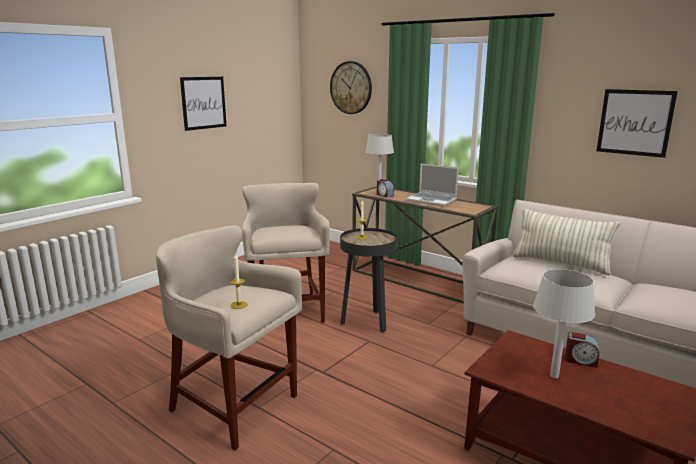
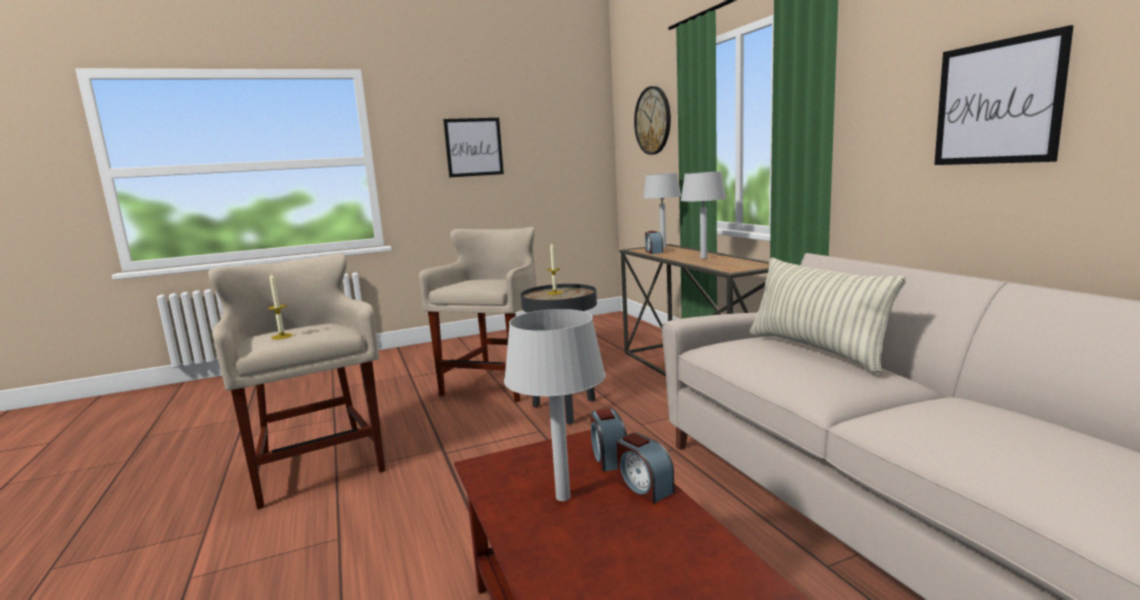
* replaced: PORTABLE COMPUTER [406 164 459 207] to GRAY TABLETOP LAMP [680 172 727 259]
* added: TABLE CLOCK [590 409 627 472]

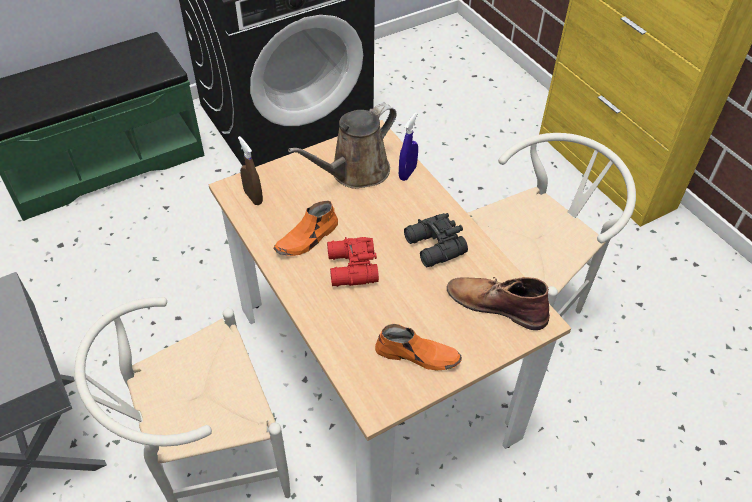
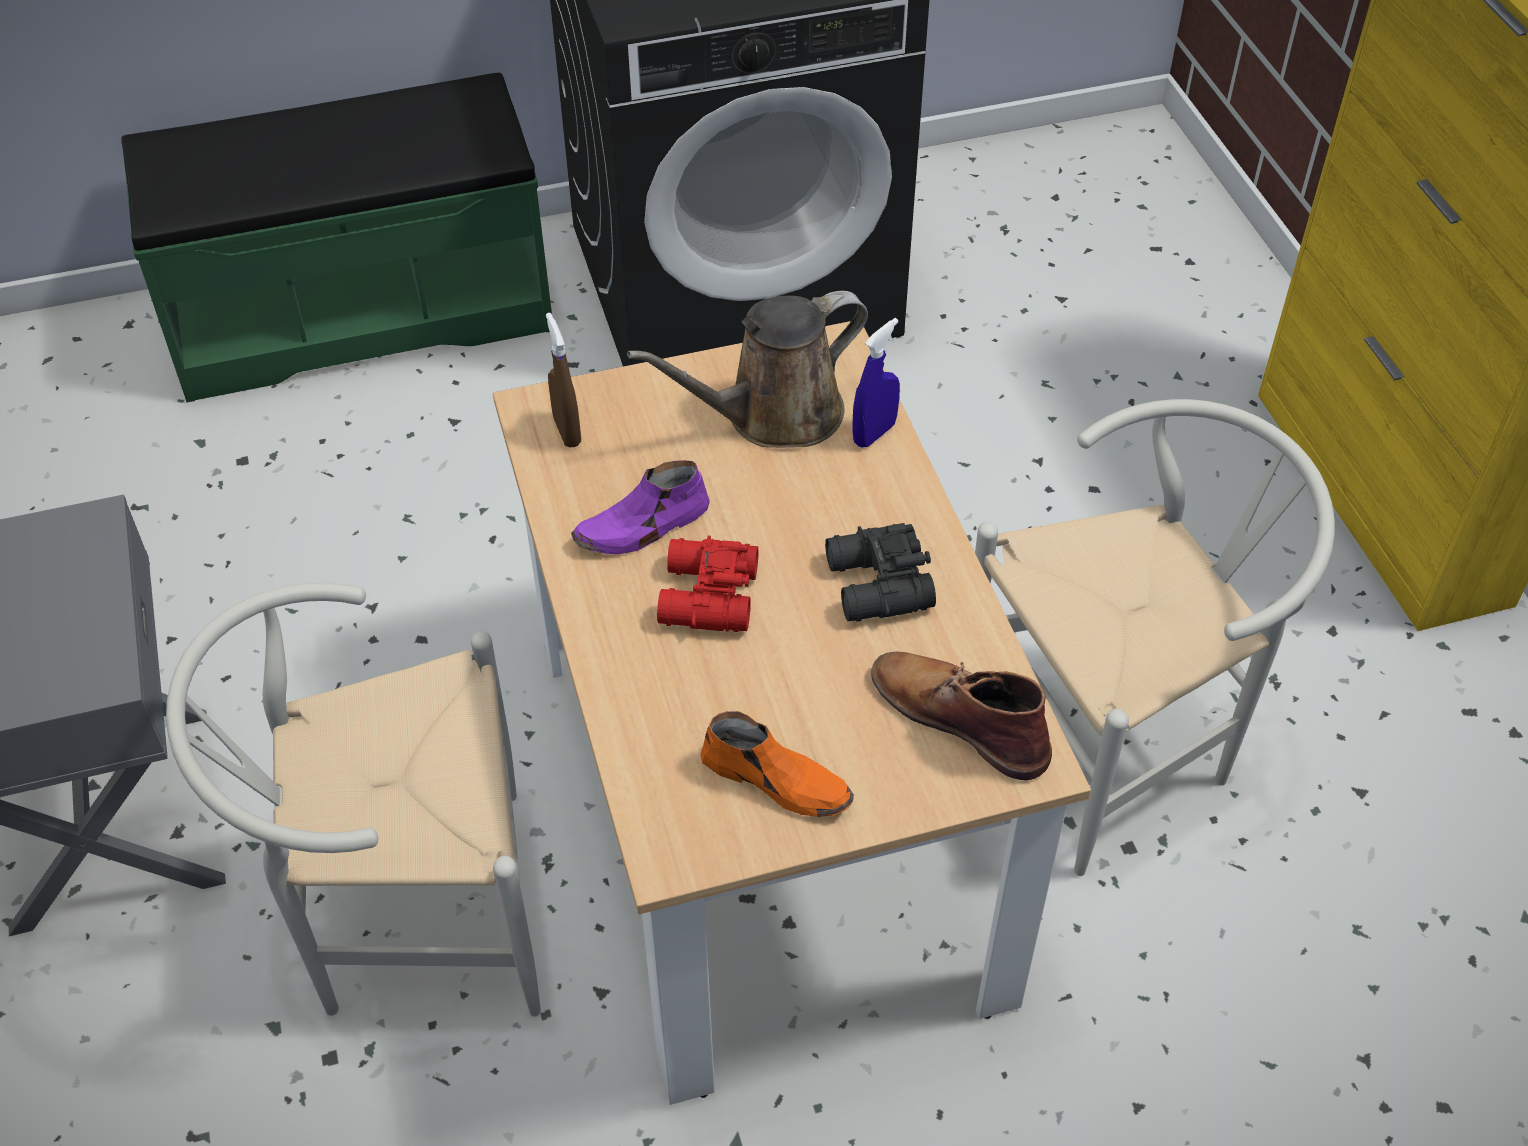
* recoloured: ORANGE LOW SHOE [273 201 338 256] to PURPLISH LOW SHOE [571 460 710 554]

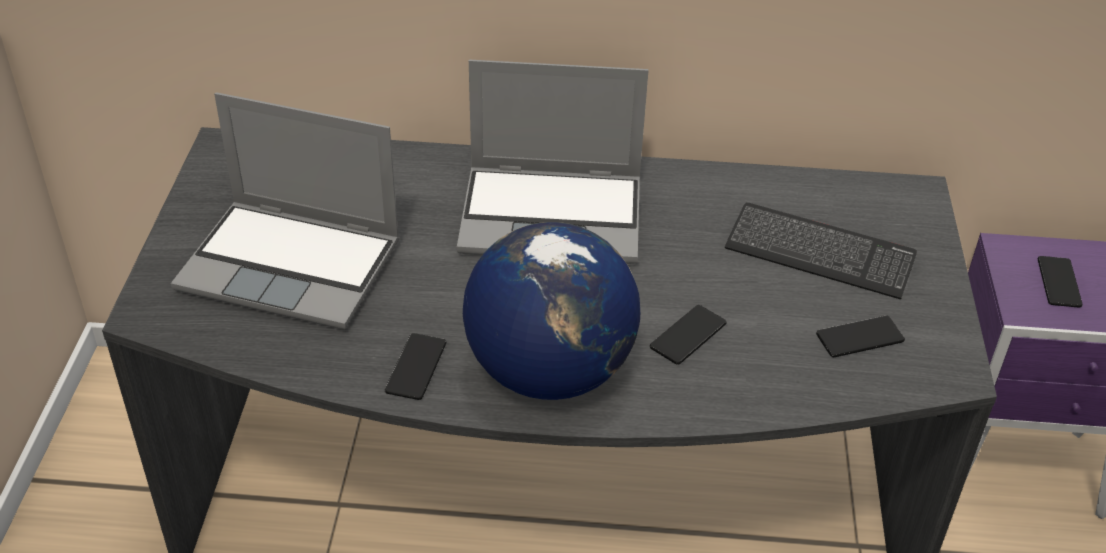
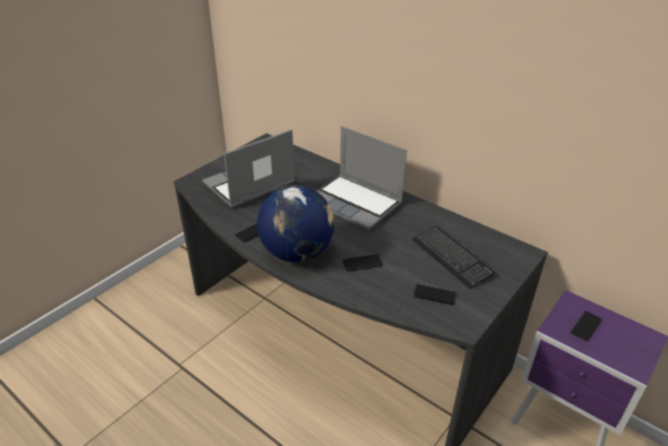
* turned: PORTABLE COMPUTER [171 93 400 330] = [202 129 295 208] 90 degrees clockwise

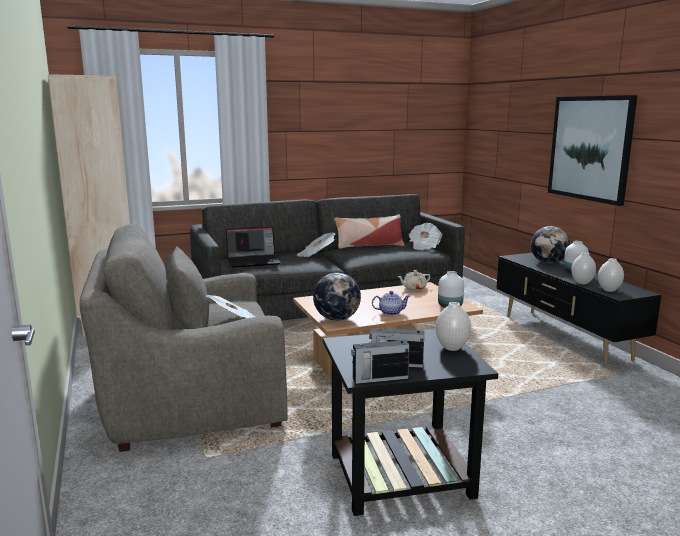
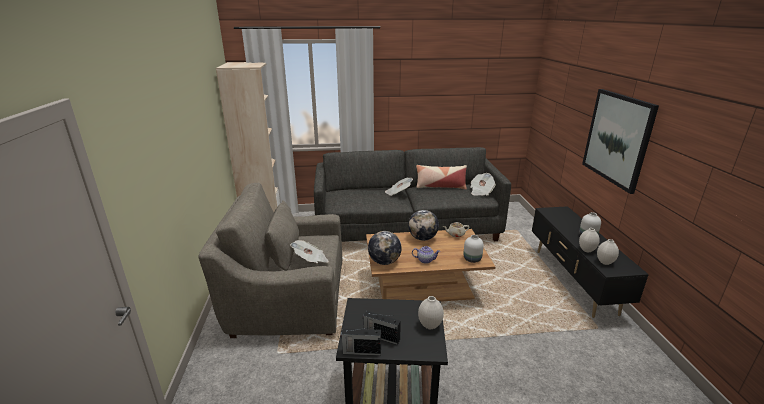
* removed: PORTABLE COMPUTER [225 226 280 268]
* moved: WORLD GLOBE [531 226 570 263] to [408 210 439 241]

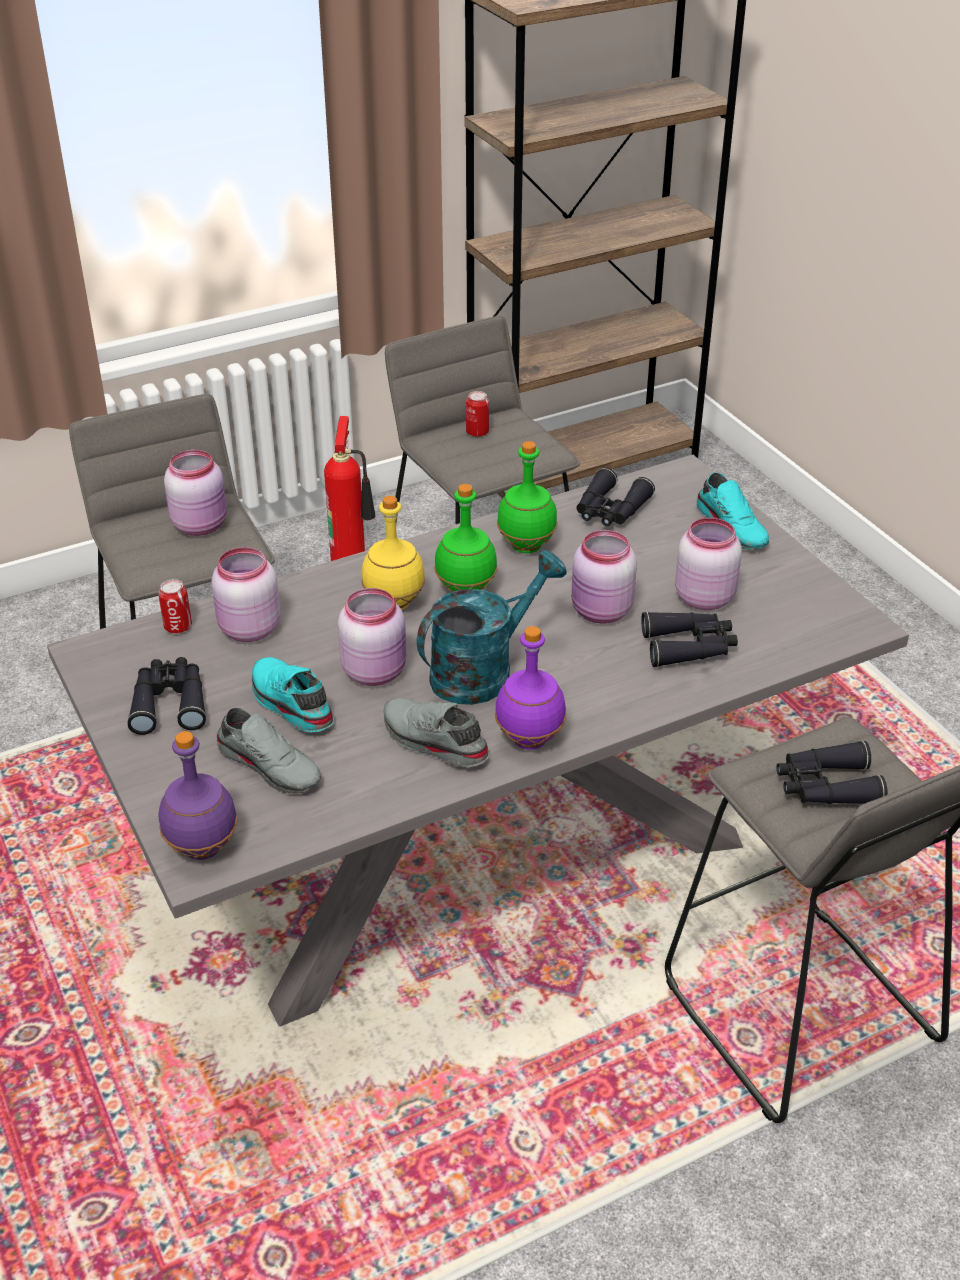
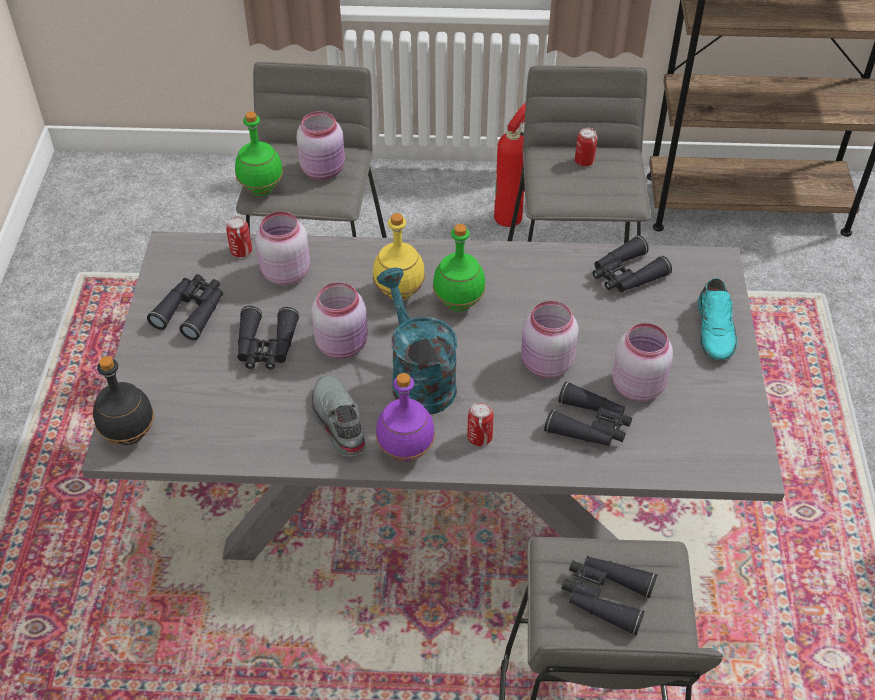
* moved: GREEN BOTTLE [497 441 557 553] to [235 112 283 196]
* turned: BLUE-GREEN WATERING POT [417 550 567 705] = [377 268 457 414] 105 degrees counterclockwise
* replaced: BLUE-GREEN LOW SHOE [252 657 334 732] to BLACK FIELD GLASSES [237 306 299 369]
* removed: GRAY LOW SHOE [216 708 321 794]
* recoloured: PURPLISH BOTTLE [159 731 238 860] to BLACK BOTTLE [93 356 154 445]
* added: SEALED CAN [467 401 494 446]

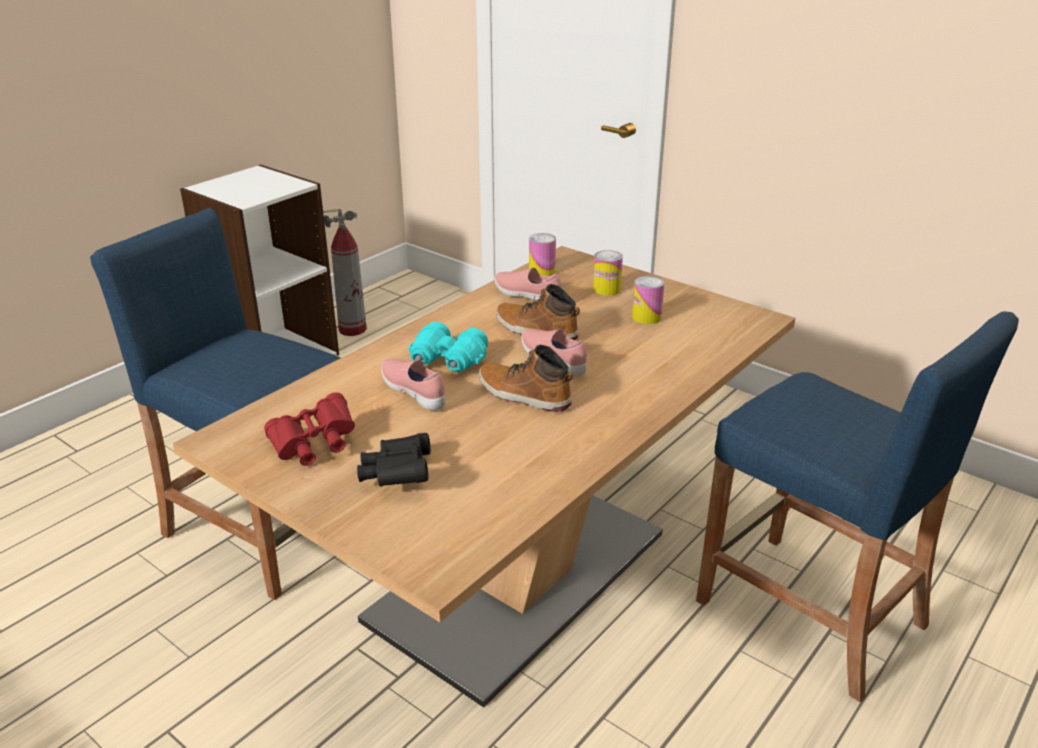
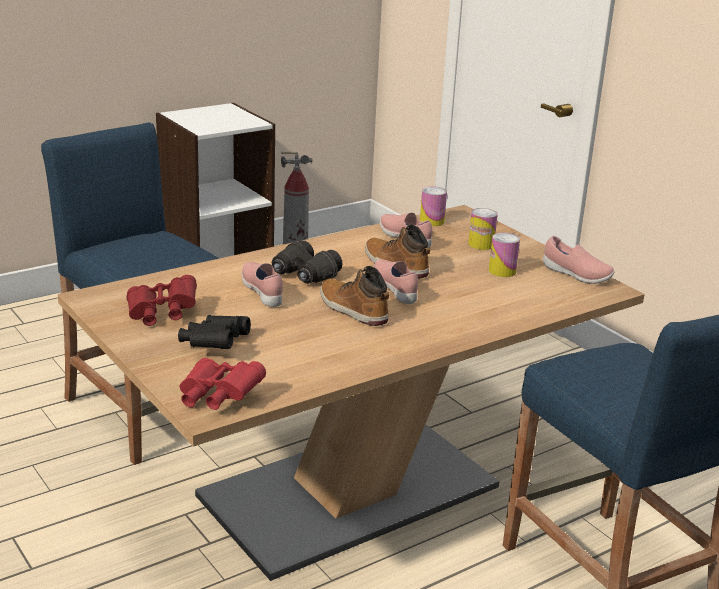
* recoloured: BLUE-GREEN FIELD GLASSES [409 322 488 372] to BLACK FIELD GLASSES [272 240 342 284]
* added: PINK-COLOURED LOW SHOE [543 236 615 284]
* added: RED FIELD GLASSES [180 358 266 410]

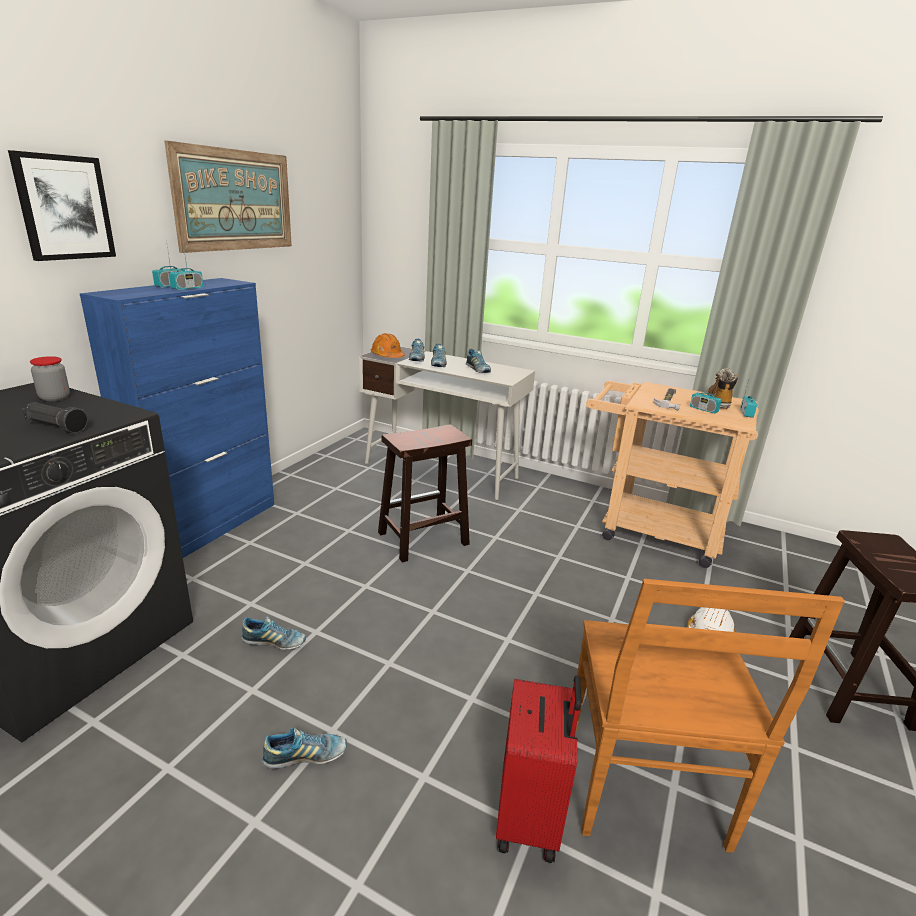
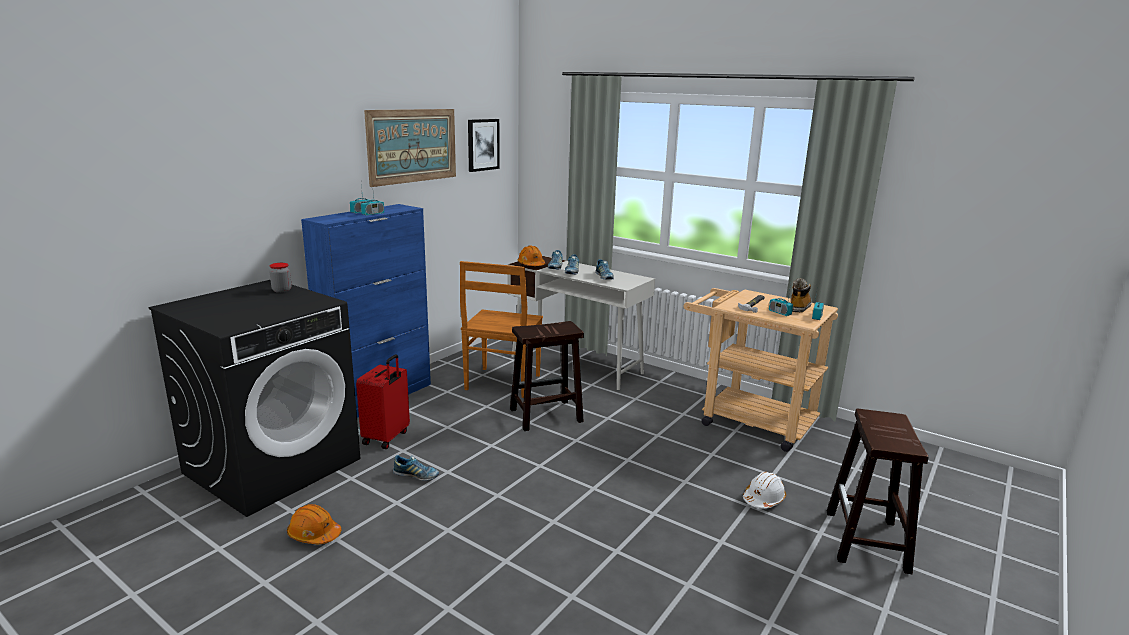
* moved: PICTURE [8 150 116 261] to [468 119 500 172]
* removed: BLACK TORCH [23 402 88 434]
* moved: BROWN-COLOURED PLAIN CHAIR [576 579 845 853] to [460 261 543 398]
* moved: RED PIECE OF LUGGAGE [496 675 581 863] to [356 354 410 449]
* removed: LOW SHOE [262 728 347 769]
* added: ORANGE WORK HELMET [287 504 341 544]

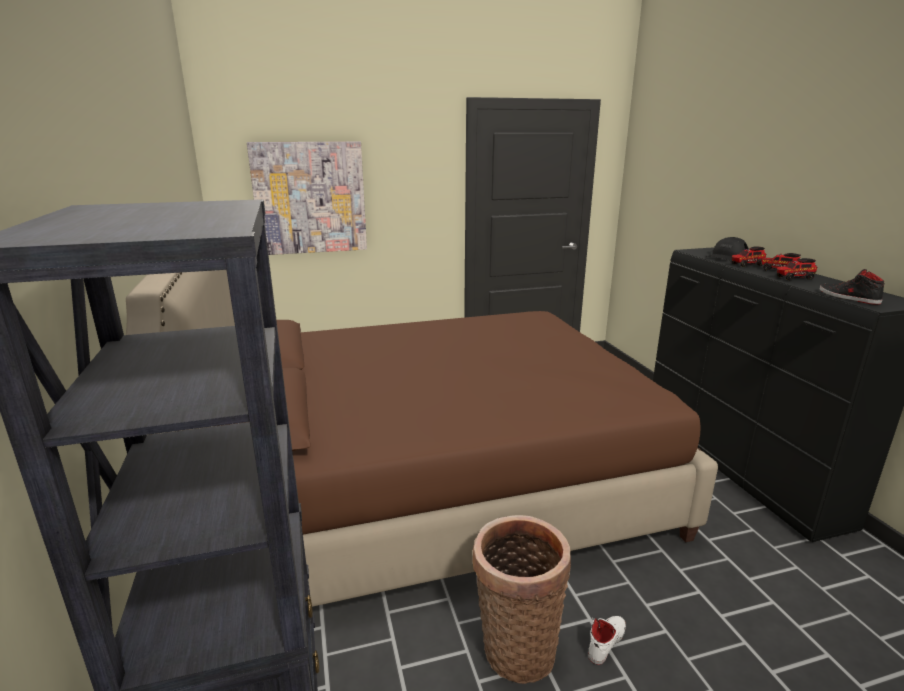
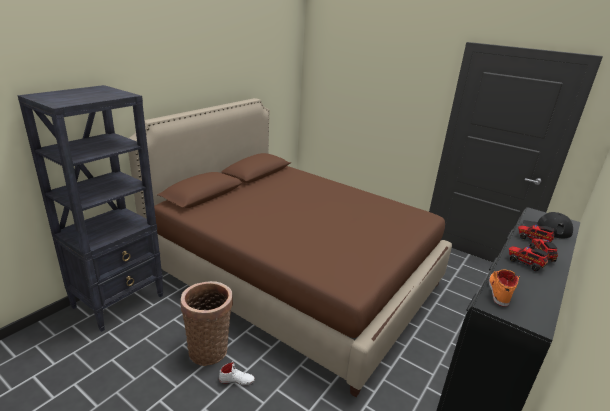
* removed: PICTURE [247 141 367 255]
* recoloured: BLACK LOW SHOE [819 269 885 304] to ORANGE LOW SHOE [489 269 520 307]

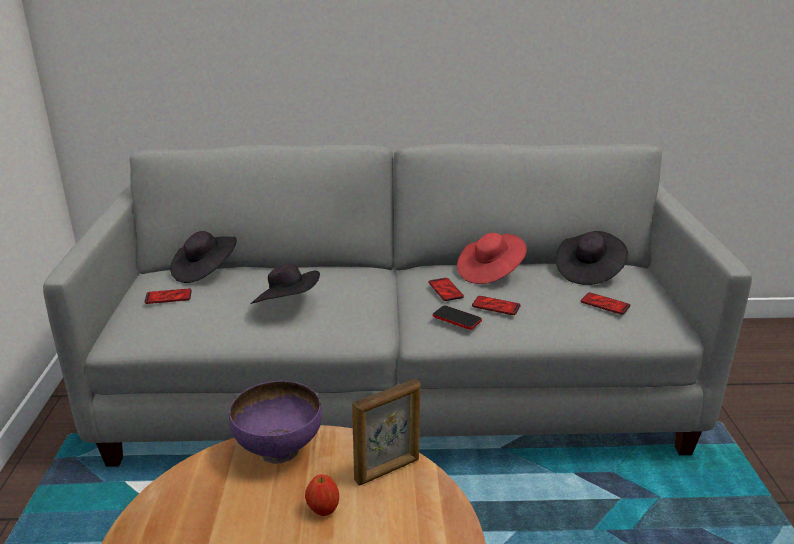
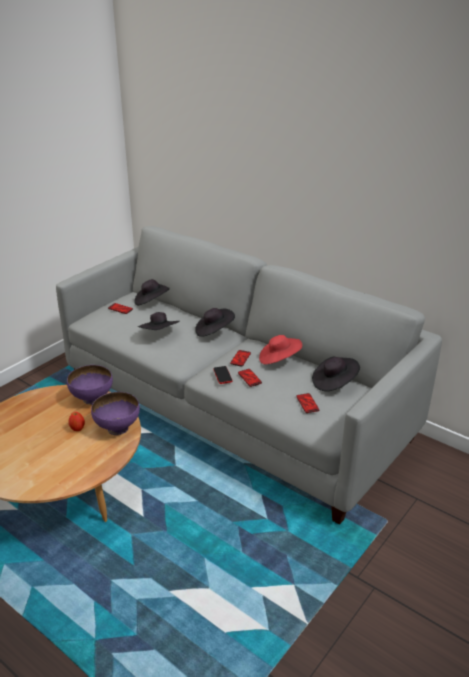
* replaced: STANDING FRAME [352 379 420 485] to PURPLISH DEEP DISH [91 392 140 435]
* added: BLACK HAT [195 308 235 337]

